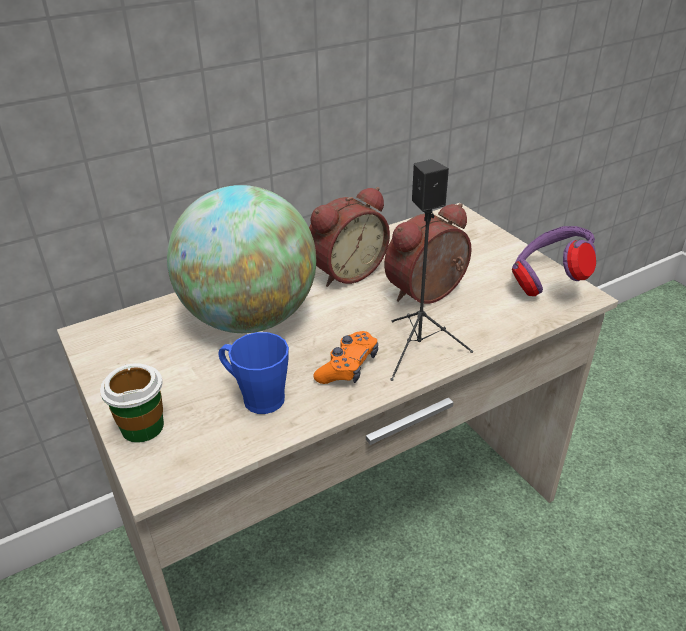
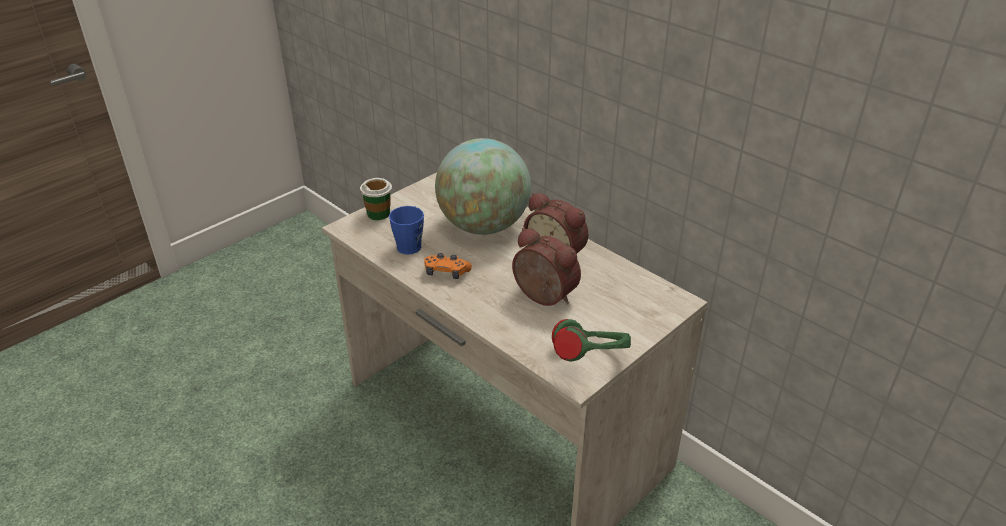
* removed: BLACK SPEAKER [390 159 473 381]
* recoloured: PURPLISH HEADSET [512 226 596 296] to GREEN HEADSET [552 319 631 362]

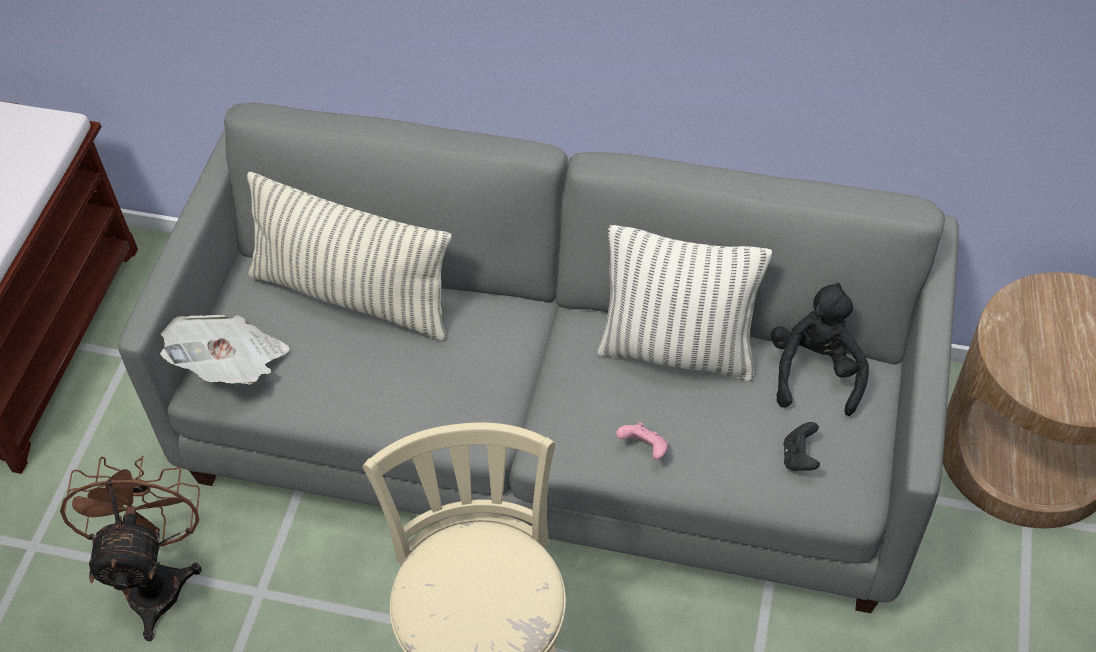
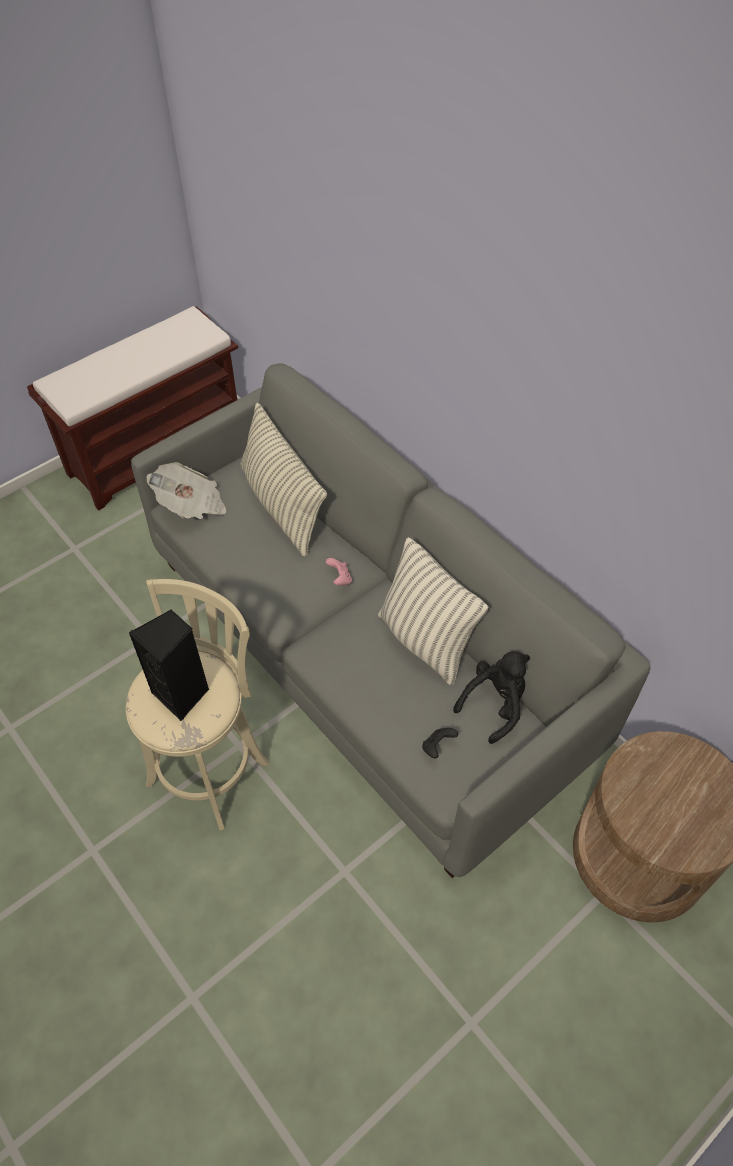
* moved: PINK-COLOURED GAMEPAD [616 422 668 460] to [326 558 352 585]
* removed: BROWN-COLOURED FAN [60 456 202 641]
* added: BLACK SPEAKER [129 609 209 721]

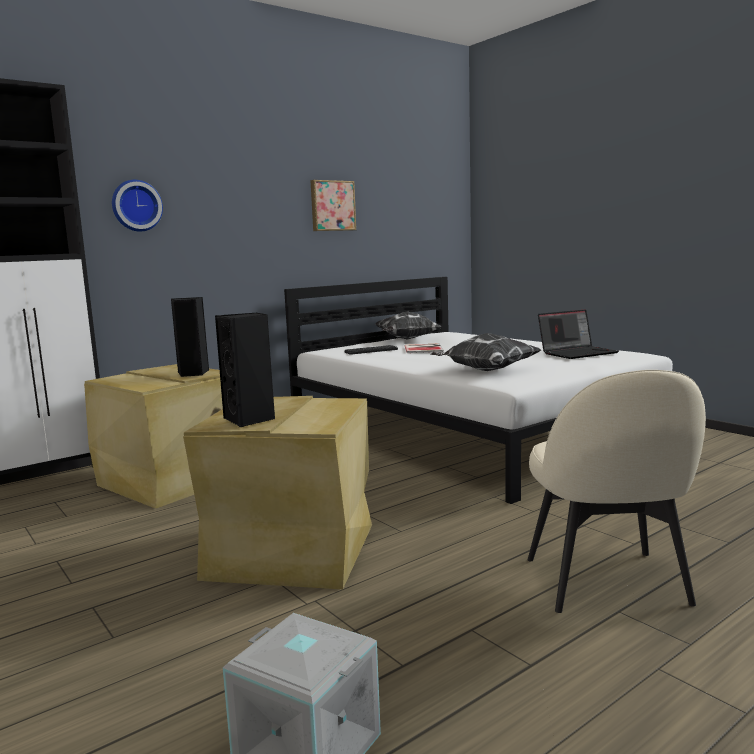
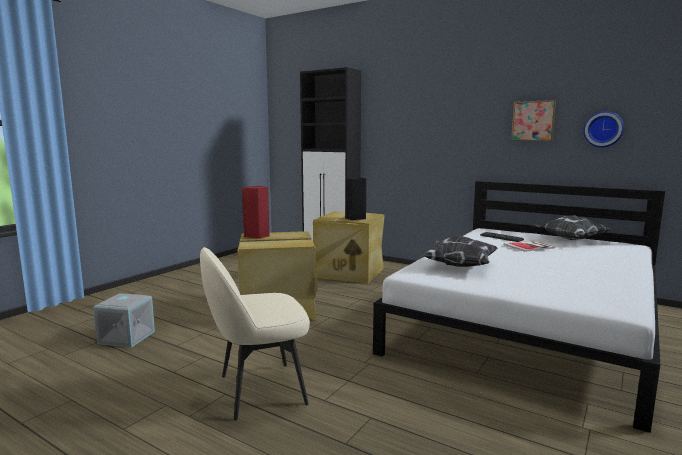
* moved: WALL CLOCK [112 180 163 232] to [583 111 624 148]
* removed: PORTABLE COMPUTER [538 309 619 359]
* recoloured: BLACK SPEAKER [215 313 275 427] to RED SPEAKER [242 186 270 239]

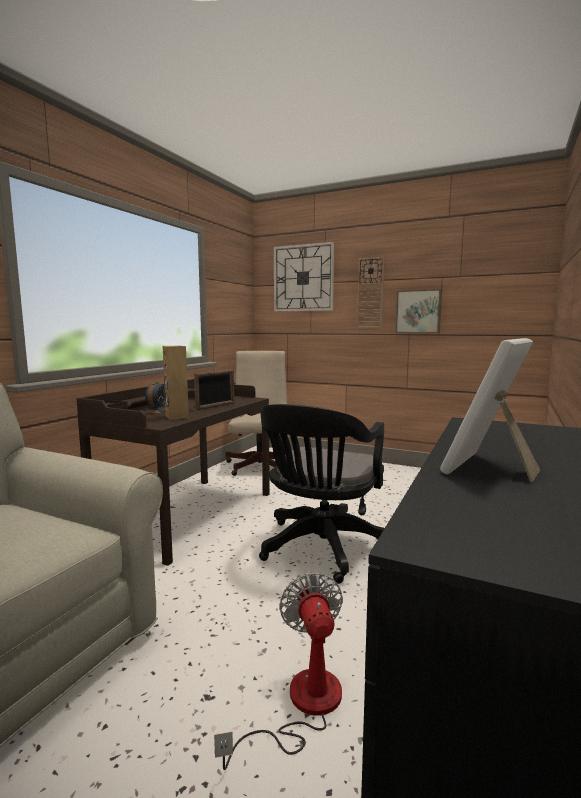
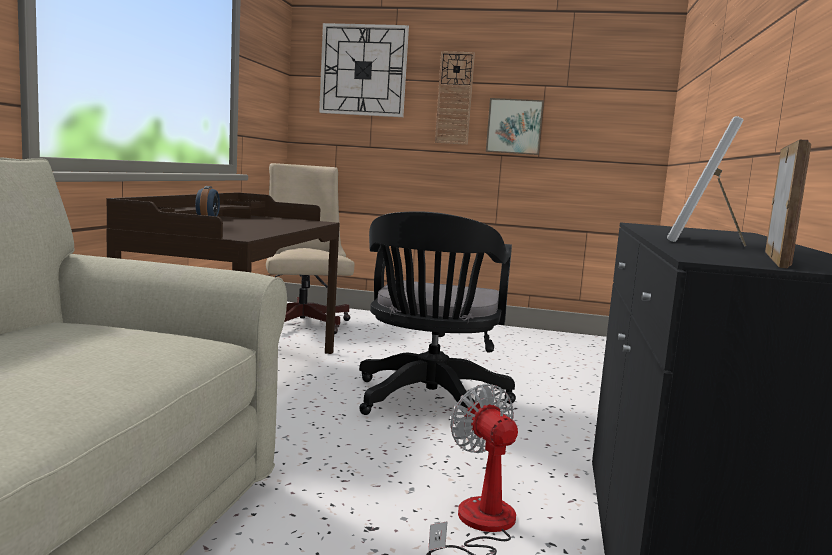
* removed: BROWN-COLOURED SPEAKER [163 346 189 420]
* moved: STANDING FRAME [194 369 234 410] to [765 140 811 268]

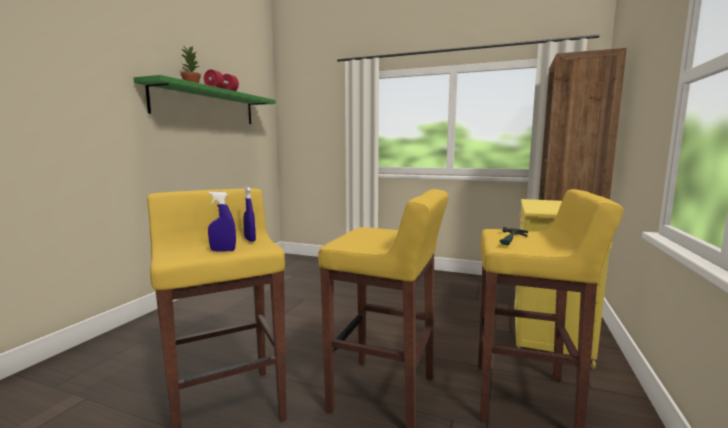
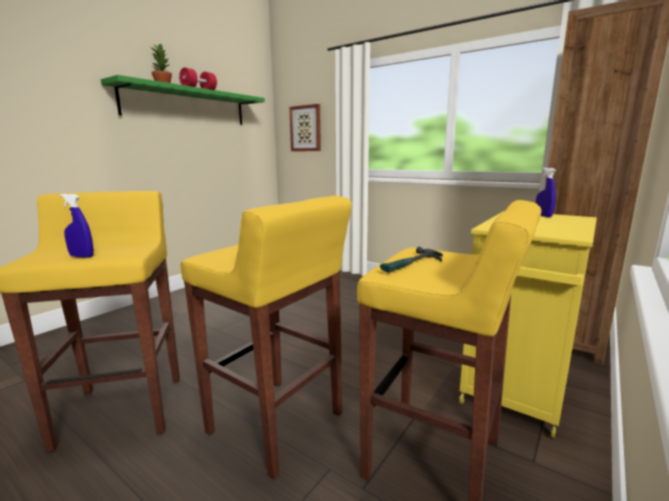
* moved: BLUISH SPRAY BOTTLE [243 186 256 242] to [536 167 556 217]
* added: PICTURE [289 104 321 151]

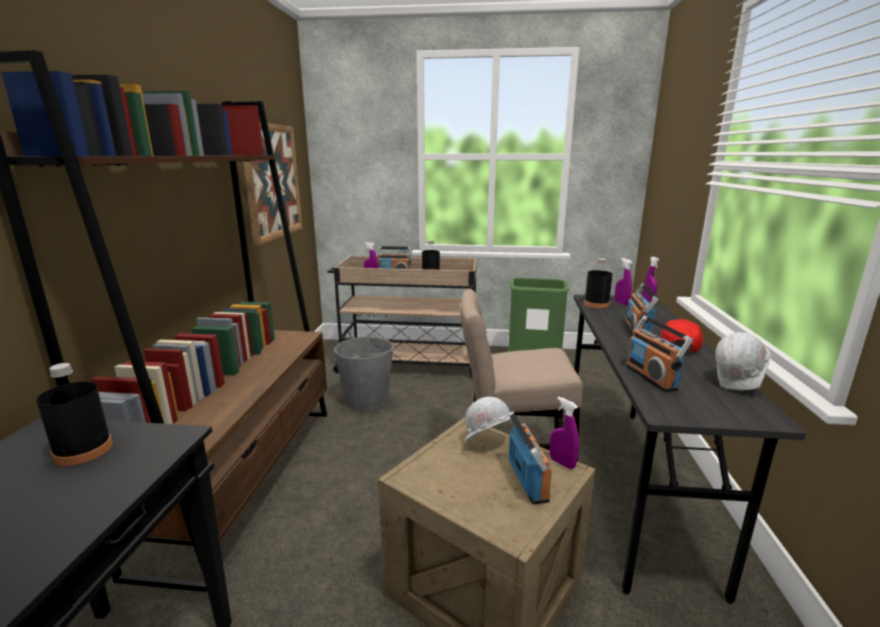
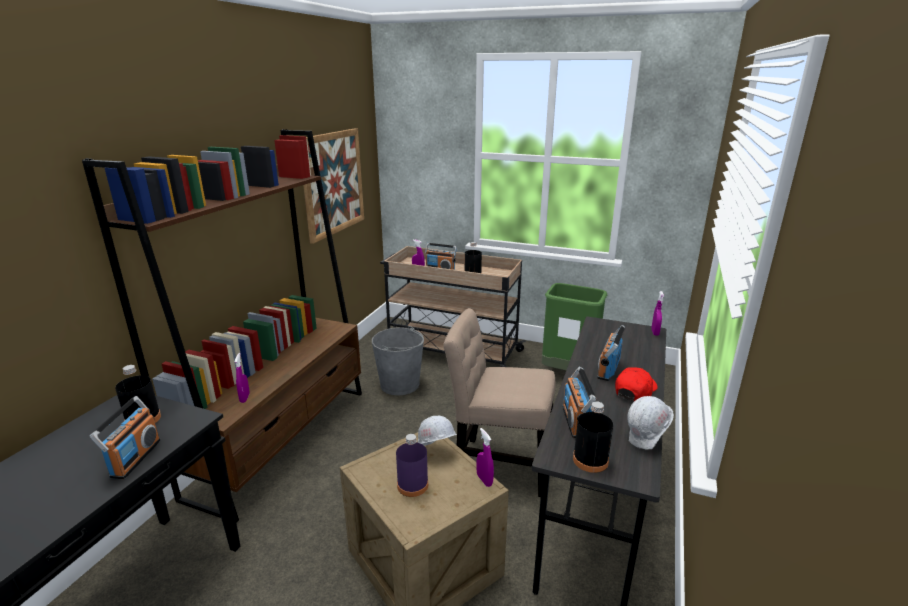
* moved: BLACK BOTTLE [584 258 613 308] to [573 401 613 473]
* moved: PURPLISH SPRAY BOTTLE [615 258 632 306] to [234 353 250 403]
* moved: RADIO [508 411 552 504] to [90 396 161 479]
* added: PURPLISH BOTTLE [396 434 428 497]

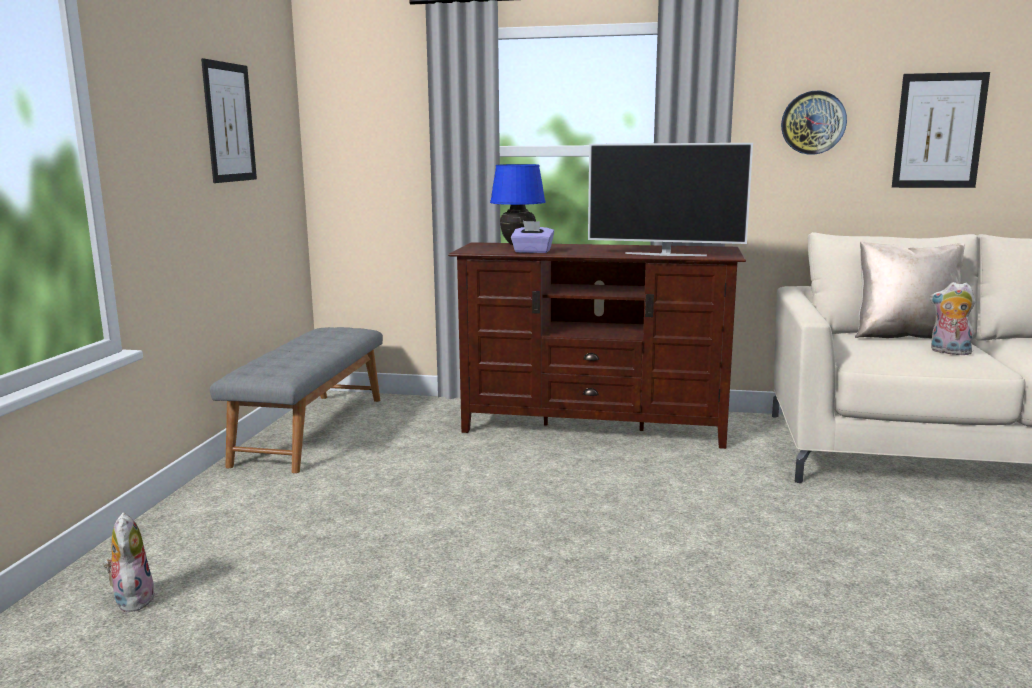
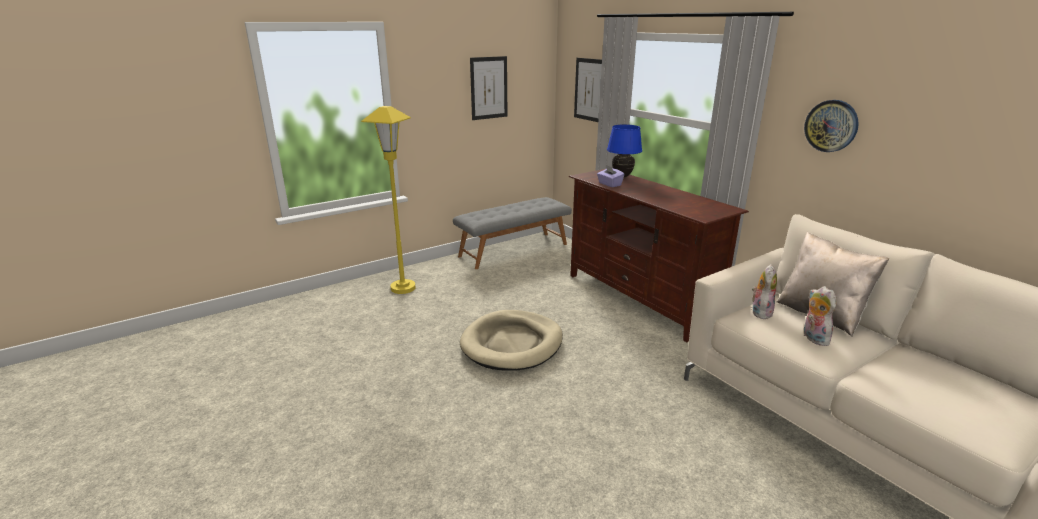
* moved: PICTURE [892 72 990 188] to [574 58 602 122]
* removed: TELEVISION [588 143 753 256]
* moved: SOFT TOY [103 513 155 612] to [752 264 777 319]
* added: YELLOW FLOOR LAMP [361 106 416 294]
* added: SAND-COLOURED DOG CUSHION [460 310 563 371]

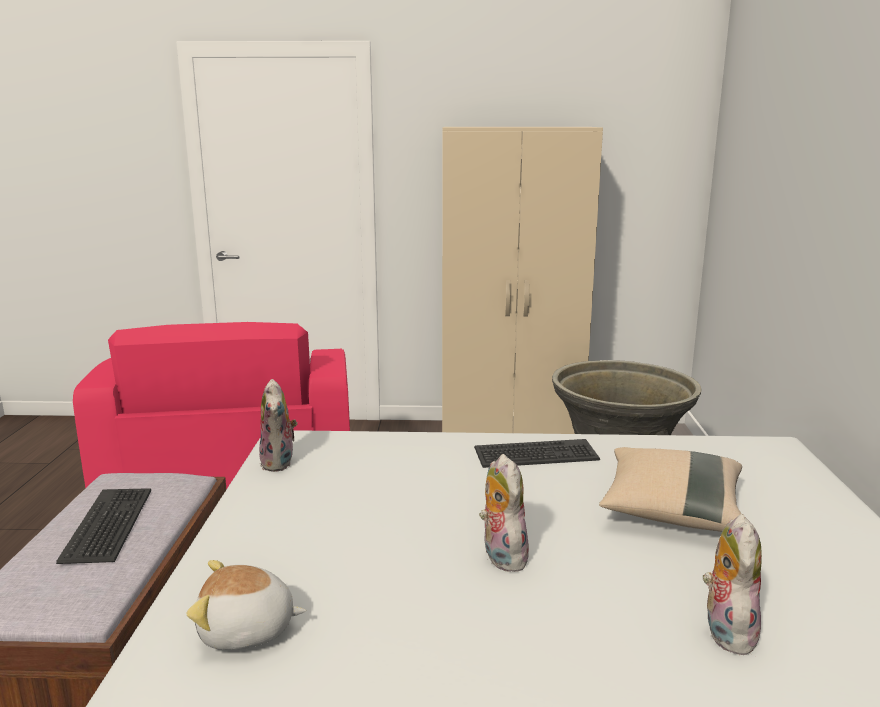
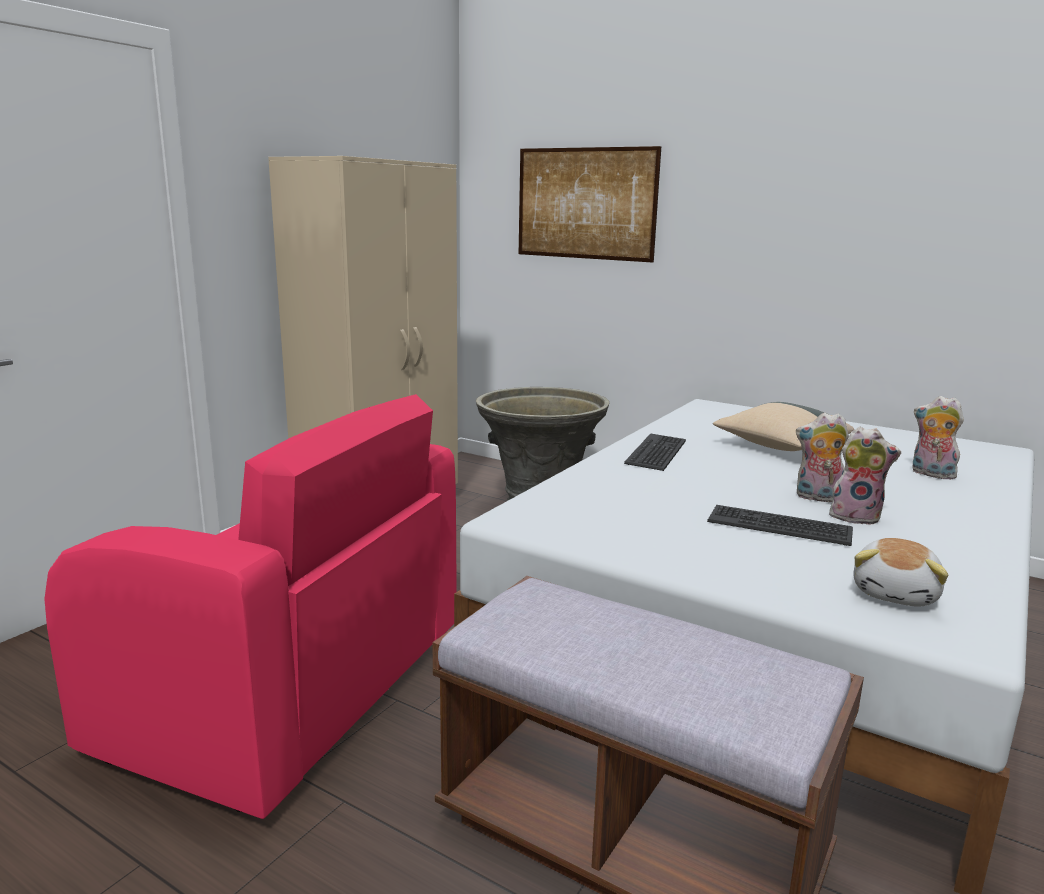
* moved: SOFT TOY [259 379 298 472] to [829 426 901 525]
* moved: COMPUTER KEYBOARD [56 488 151 564] to [707 505 853 546]
* added: PICTURE [519 146 661 263]

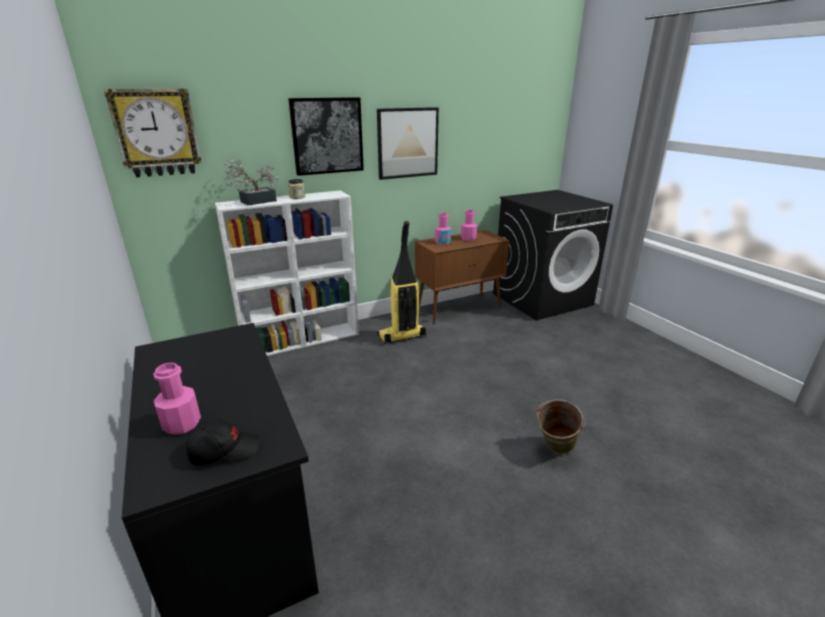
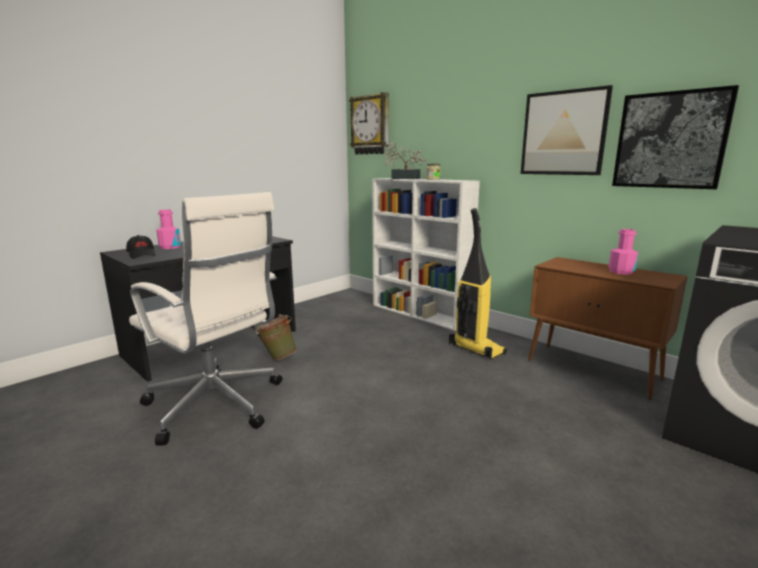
* moved: PICTURE [288 97 364 176] to [612 85 739 189]
* removed: PINK-COLOURED BOTTLE [435 213 451 245]
* moved: GREEN PAIL [537 399 586 454] to [256 314 297 361]
* added: WHITE OFFICE CHAIR [129 192 282 445]

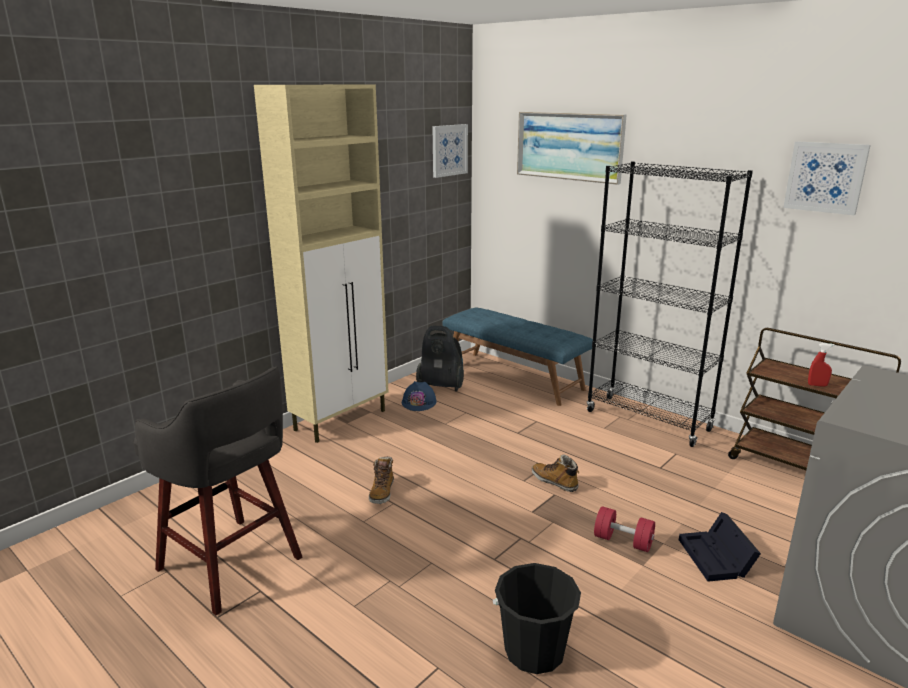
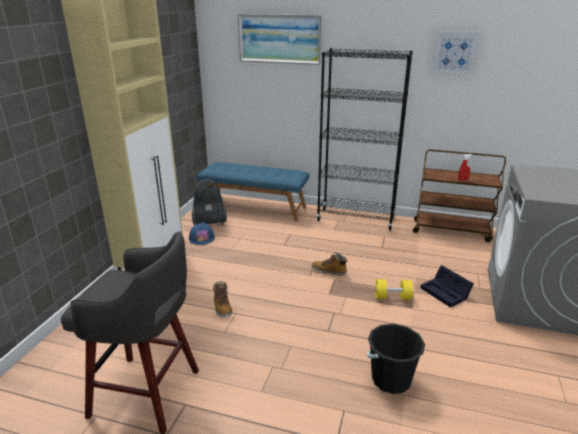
* removed: PICTURE [433 124 468 178]
* recoloured: RED DUMBBELL [594 506 655 552] to YELLOW DUMBBELL [375 279 413 300]

